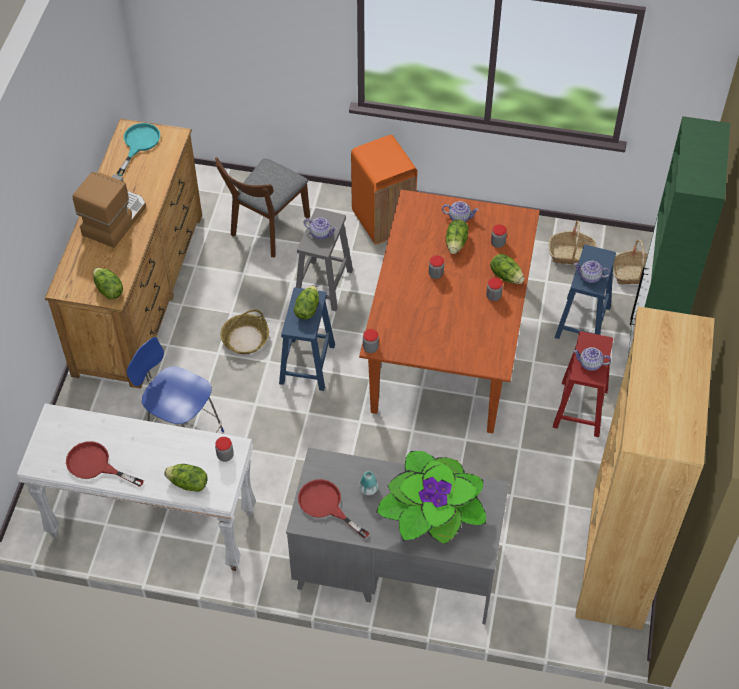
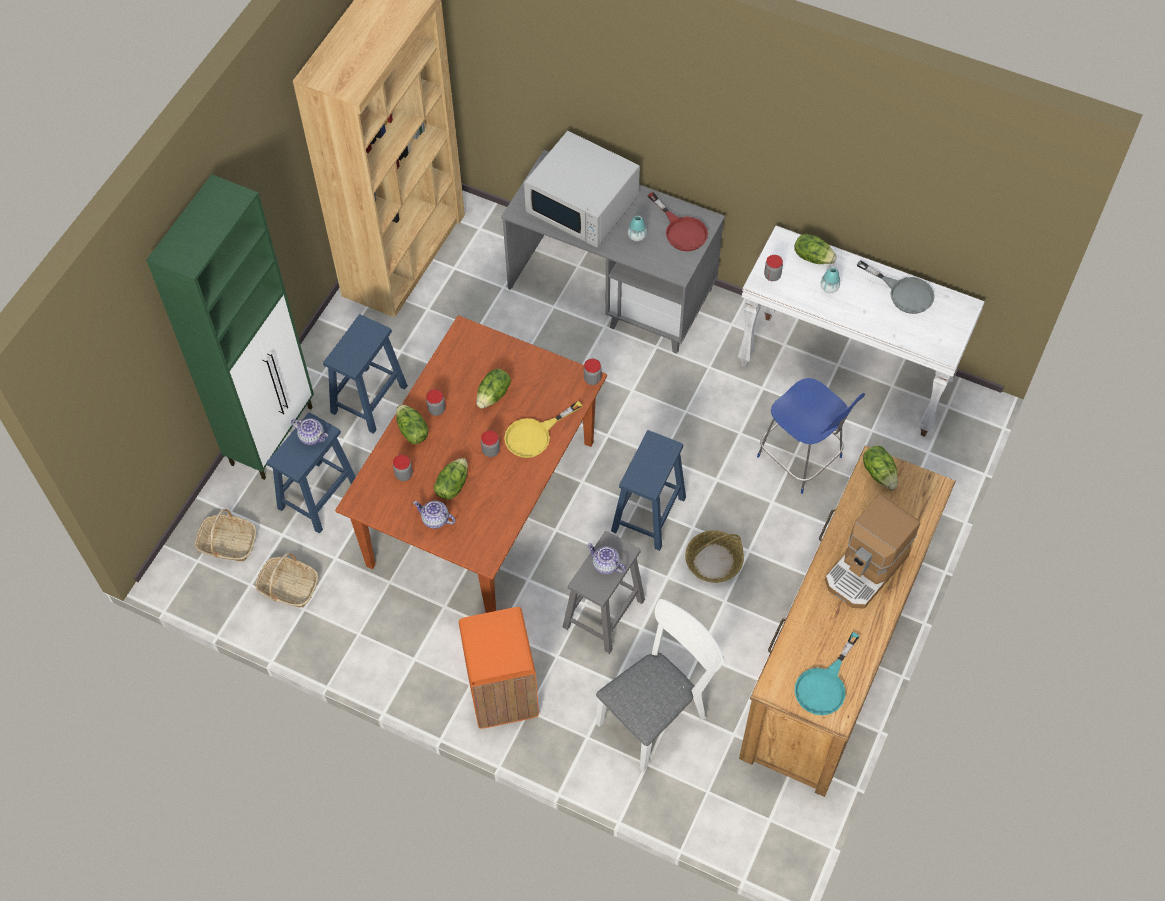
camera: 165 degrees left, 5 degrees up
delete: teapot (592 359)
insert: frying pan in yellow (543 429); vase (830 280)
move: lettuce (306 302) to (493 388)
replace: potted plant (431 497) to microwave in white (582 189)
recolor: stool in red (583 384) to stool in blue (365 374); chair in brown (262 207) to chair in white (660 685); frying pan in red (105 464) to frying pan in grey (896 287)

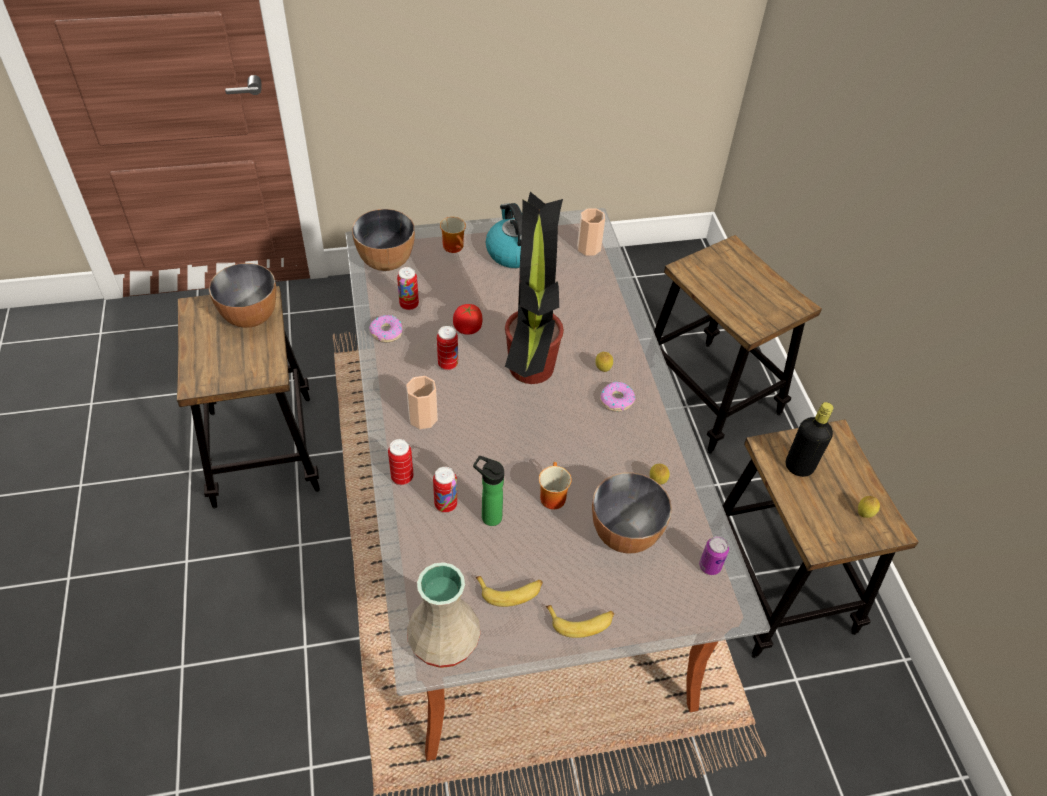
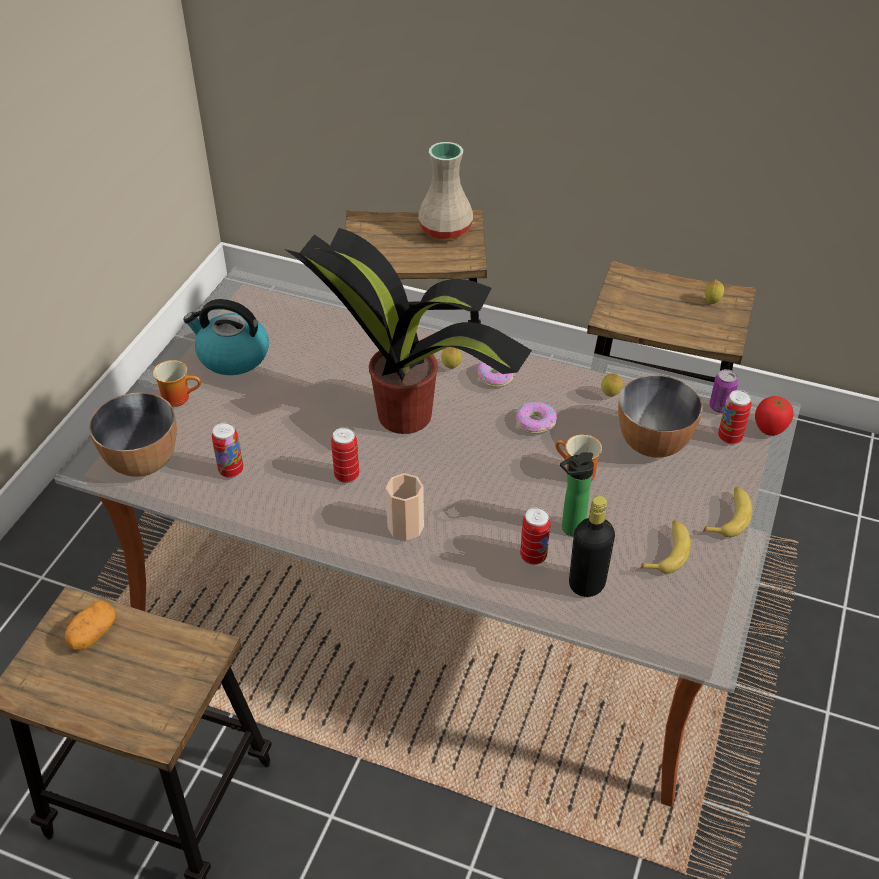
camera: 55 degrees left, 5 degrees down
delete: cup (591 231)
move: vase in beige (444 615) to (445 191); donut (386 328) to (536 417); bottle in black (809 439) to (592 546); can (401 462) to (735 417); tomato (468 319) to (774 416)
replace: bowl (243 295) to potato (89 625)

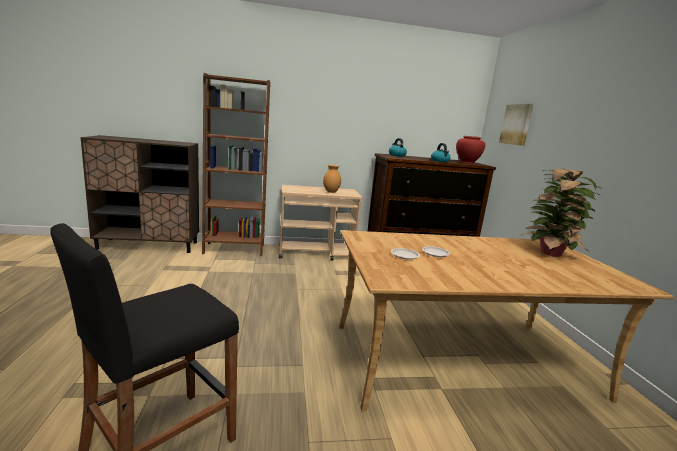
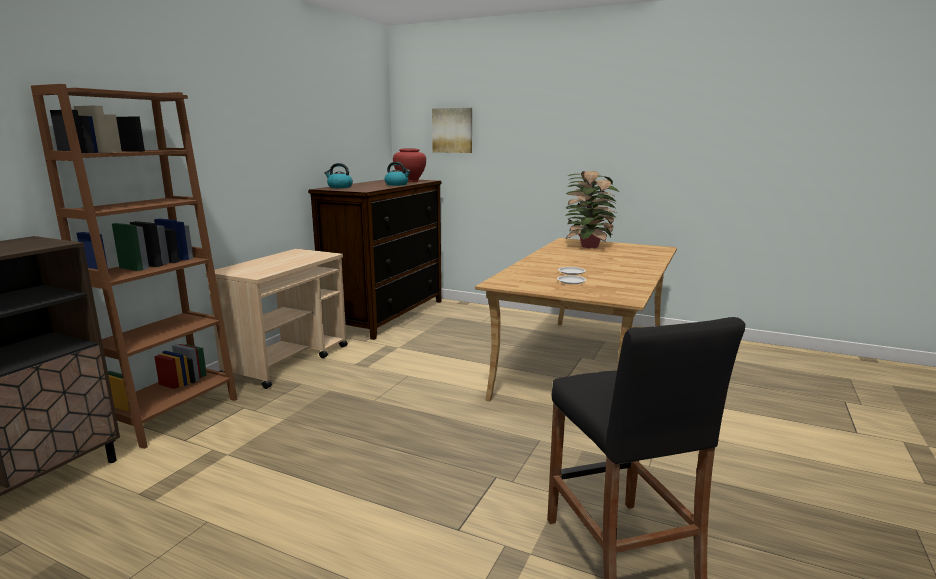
camera: 55 degrees left, 0 degrees up
delete: vase in brown (332 179)

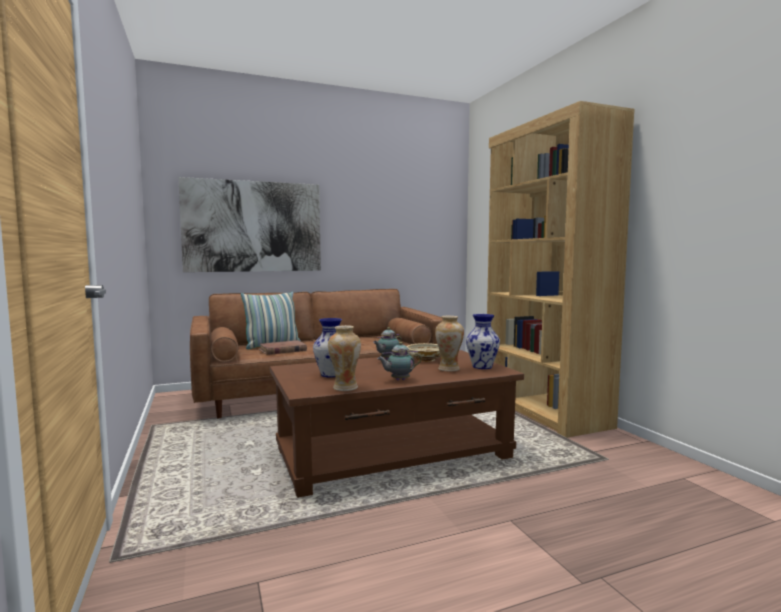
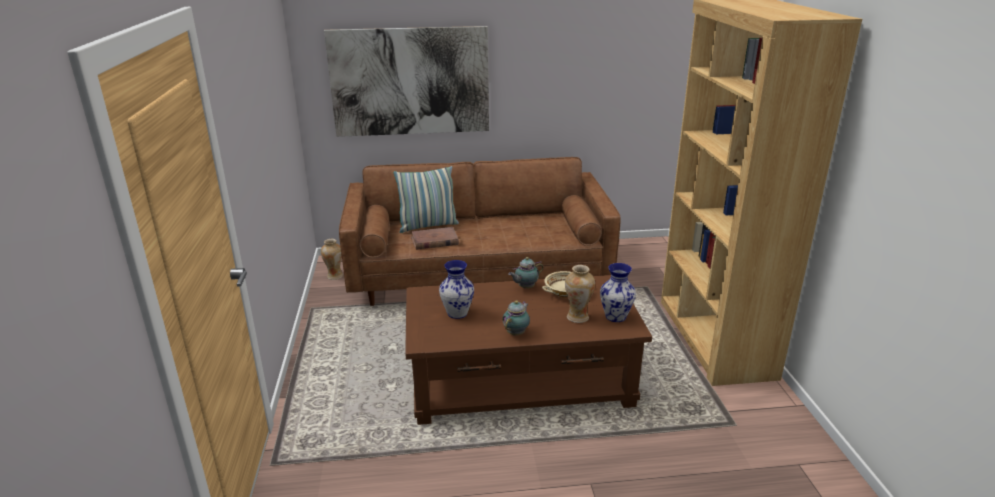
camera: 15 degrees right, 20 degrees up
move: vase (344 358) to (332 259)
rotate: teapot (399 361) = (516 318) 120 degrees clockwise

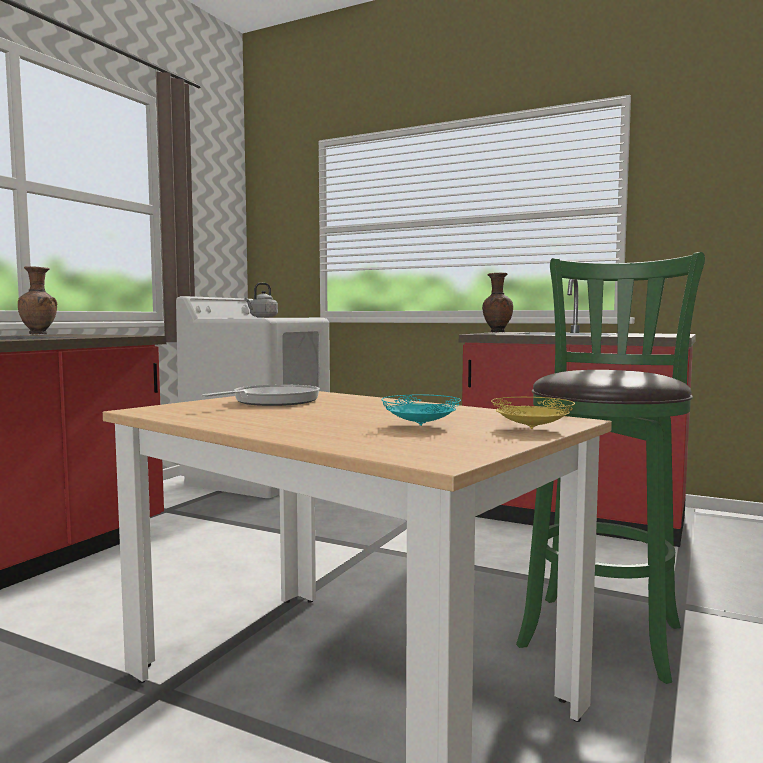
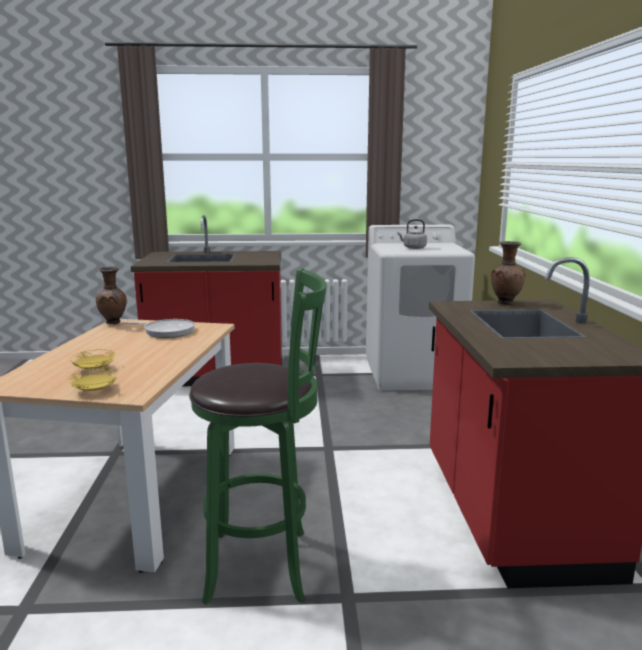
camera: 60 degrees right, 10 degrees up
move: vase in brown (37 300) to (111 296)
recolor: plate in turquoise (421 410) to plate in yellow (93 360)

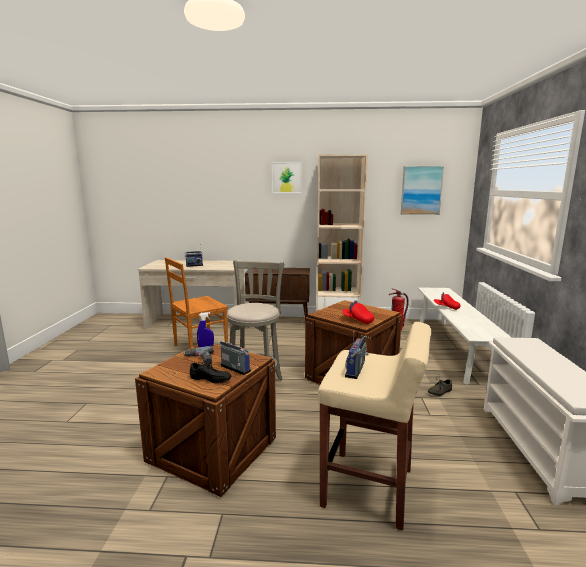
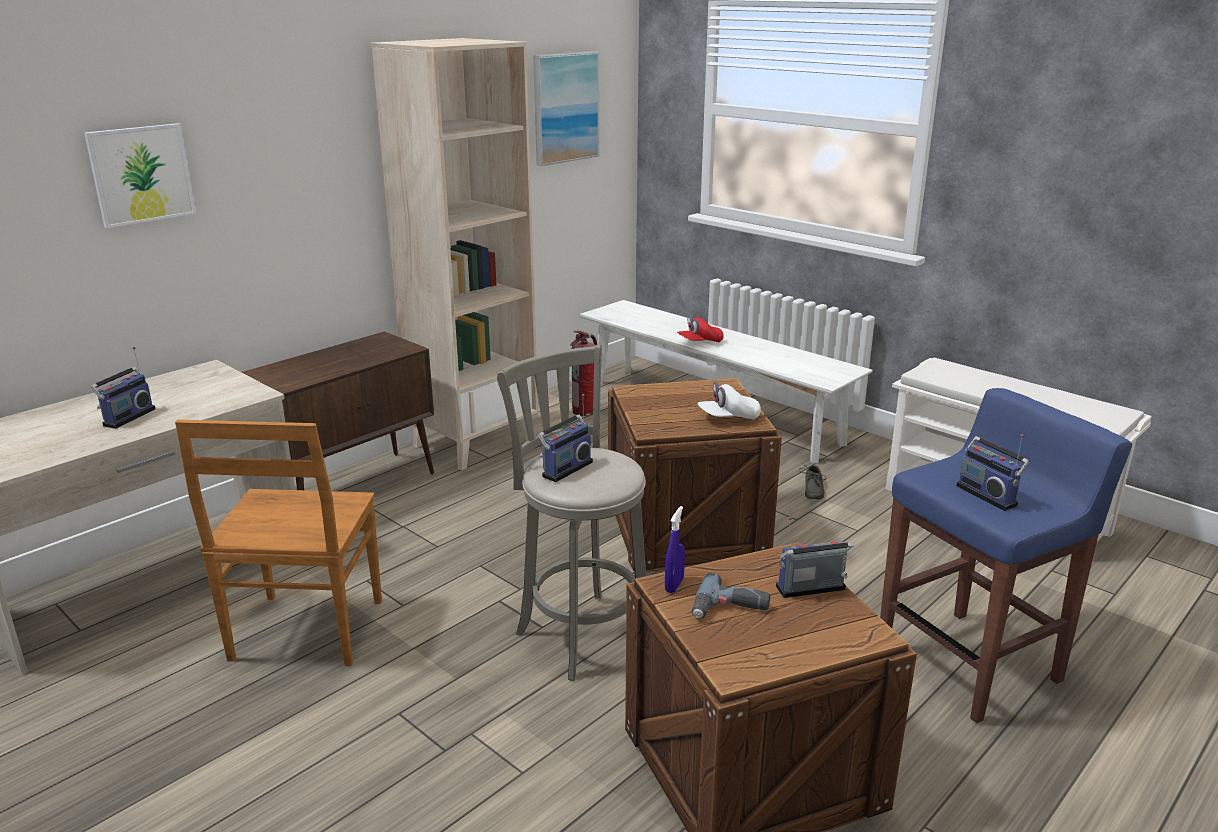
camera: 50 degrees left, 10 degrees up
delete: shoe in black (210 373)
insert: radio (565 438)
move: picture (287 177) to (140 175)
recolor: cap in red (358 312) to cap in white (729 400); stool in beige (374 426) to stool in blue (1006 555)

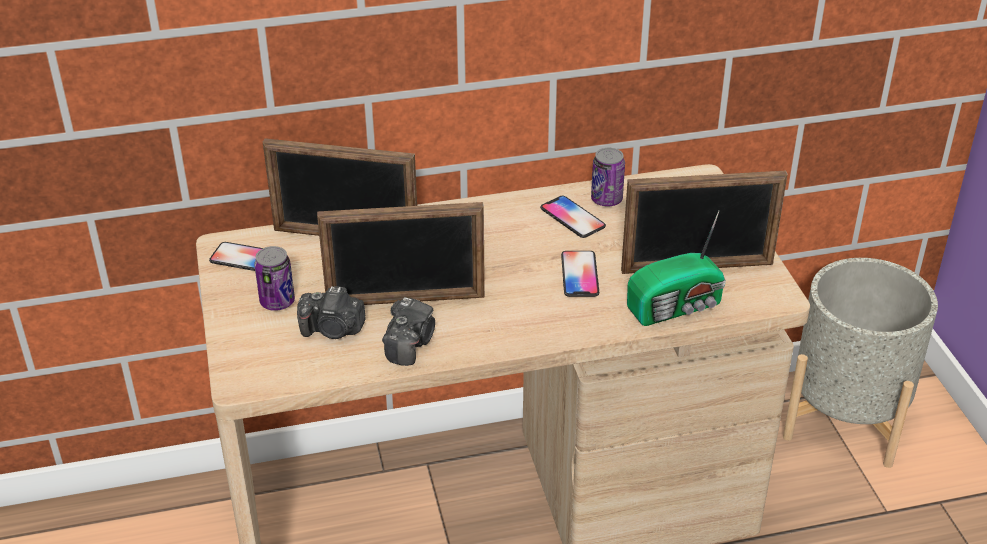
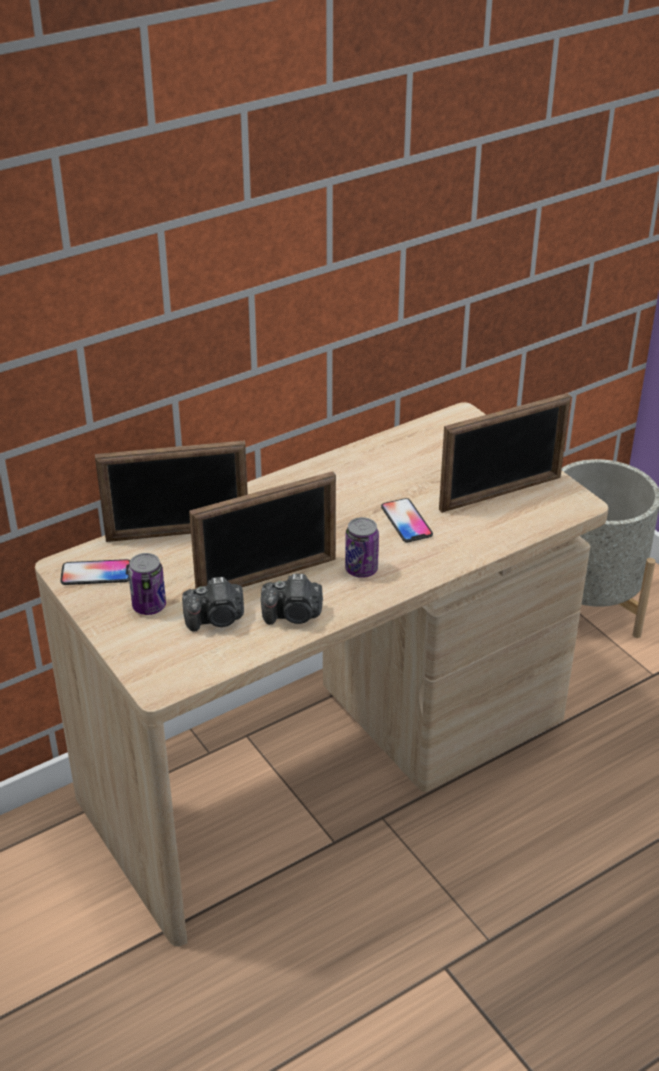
camera: 20 degrees left, 0 degrees up
delete: phone (573 217); radio (676 268)
move: can (608 177) to (362 547)
rotate: photo camera (408 331) = (292 599) 90 degrees clockwise

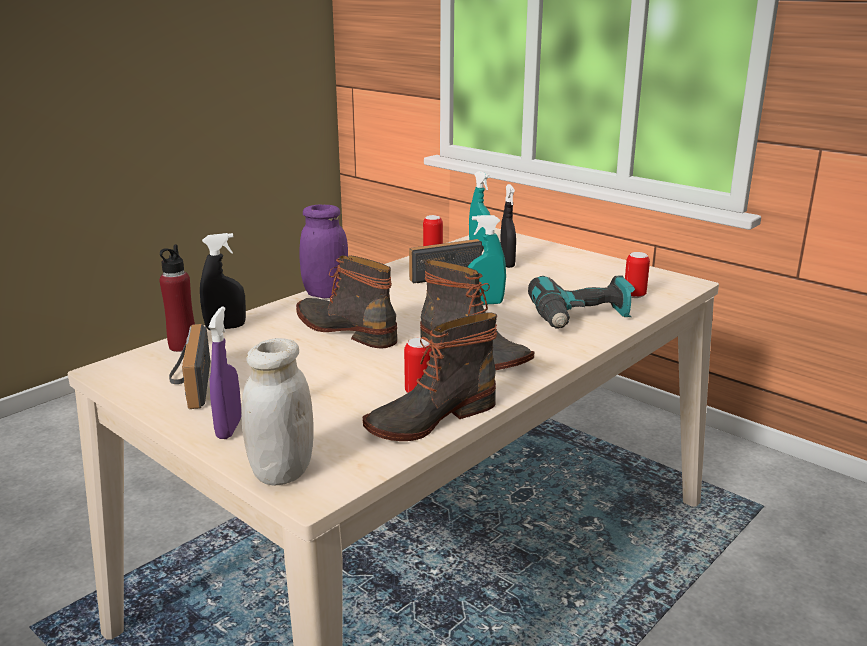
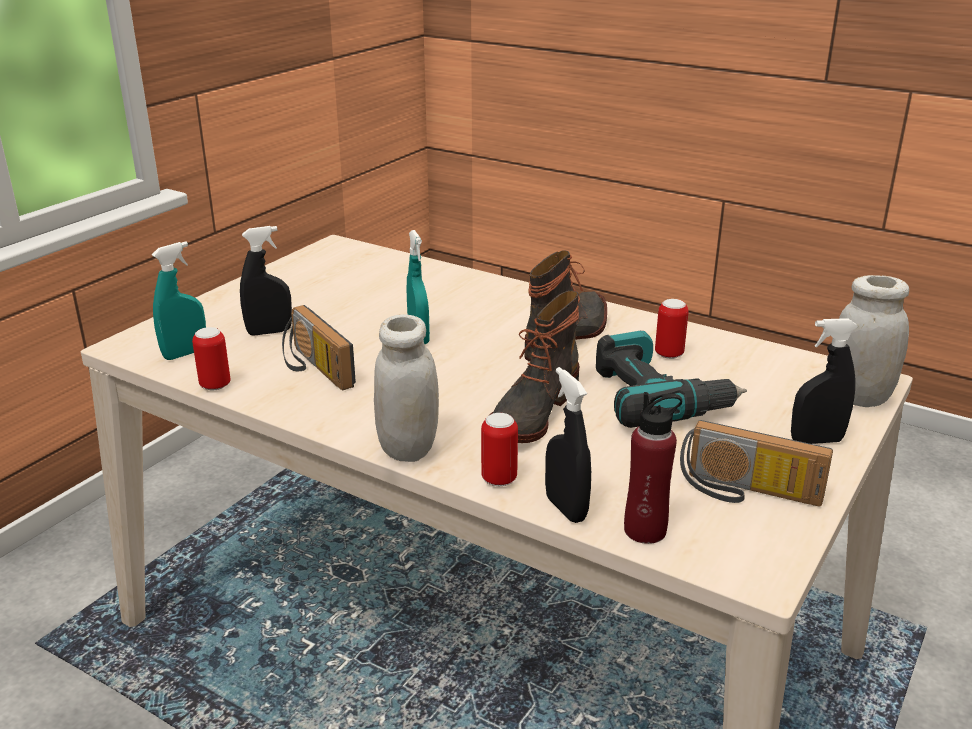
camera: 100 degrees left, 5 degrees up
delete: boot (430 376)
move: can (637 275) to (499 449); power drill (581 302) to (671 379)
recolor: jar in purple (323 251) to jar in white (406 388); spray bottle in purple (224 372) to spray bottle in black (824 381)
rotate: radio (190 366) = (756 463) 45 degrees clockwise

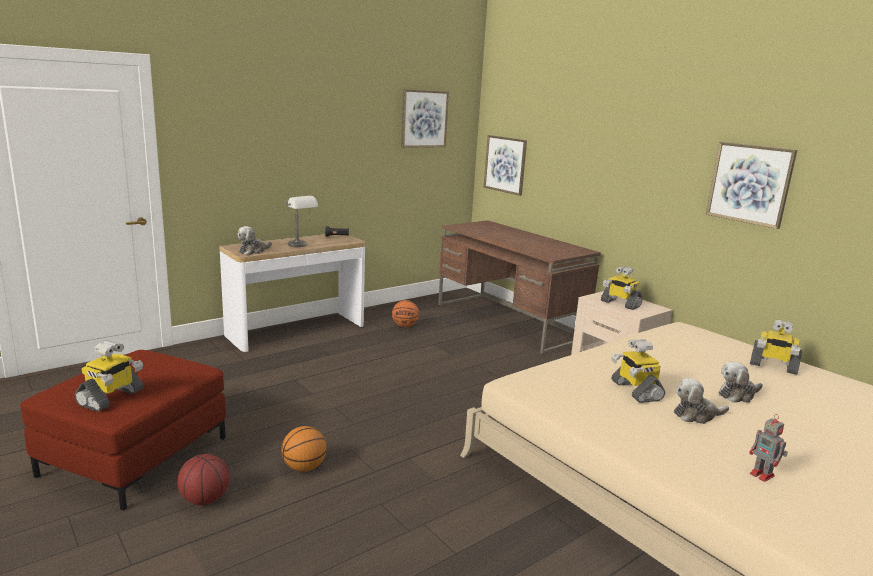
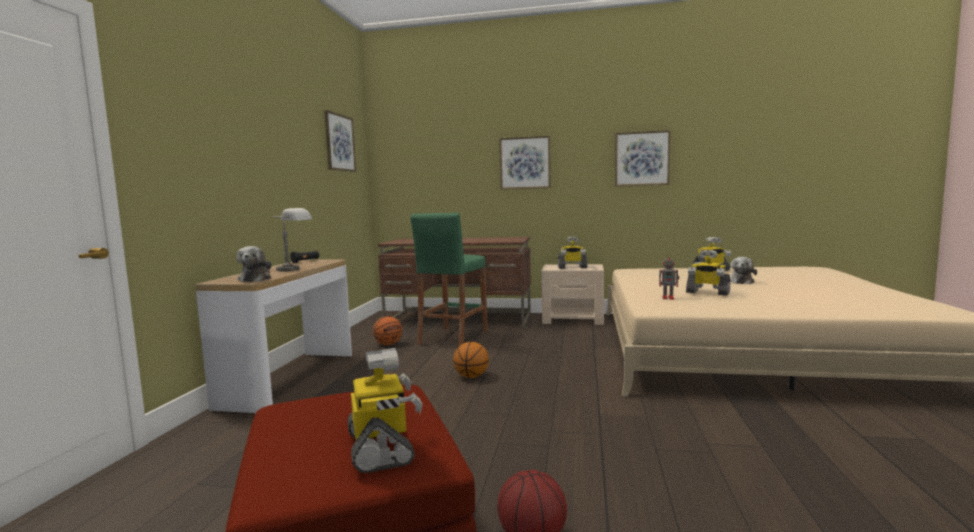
camera: 40 degrees left, 10 degrees down
delete: plush toy (701 401)
insert: stool in green (449 280)
move: basketball (304 449) to (471 360); picture (505 165) to (525 162); toy robot (768 448) to (669 276)

